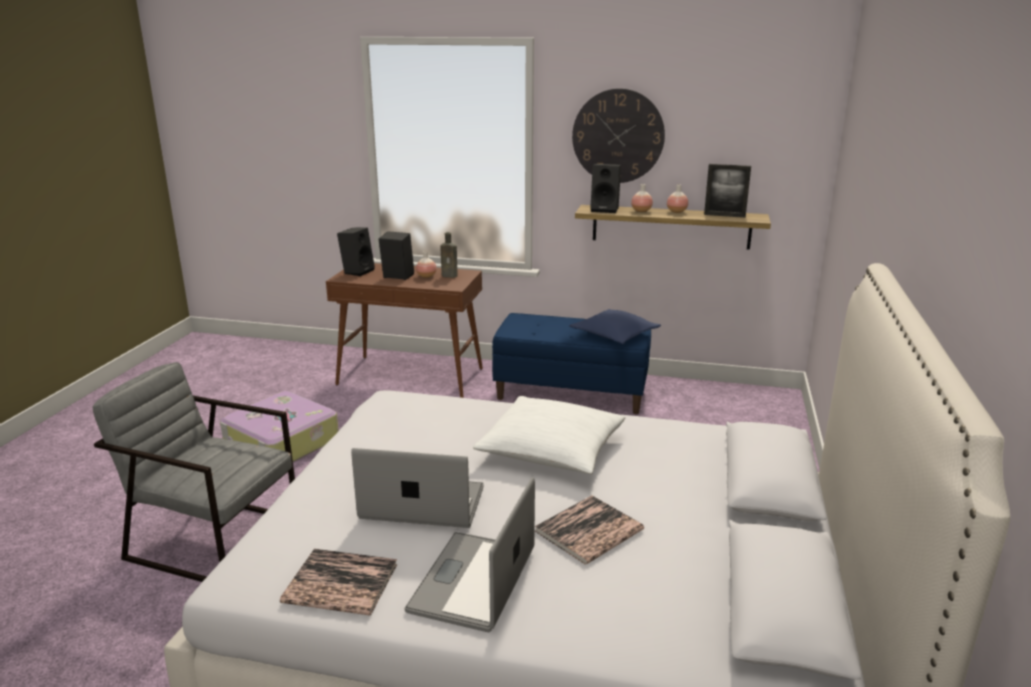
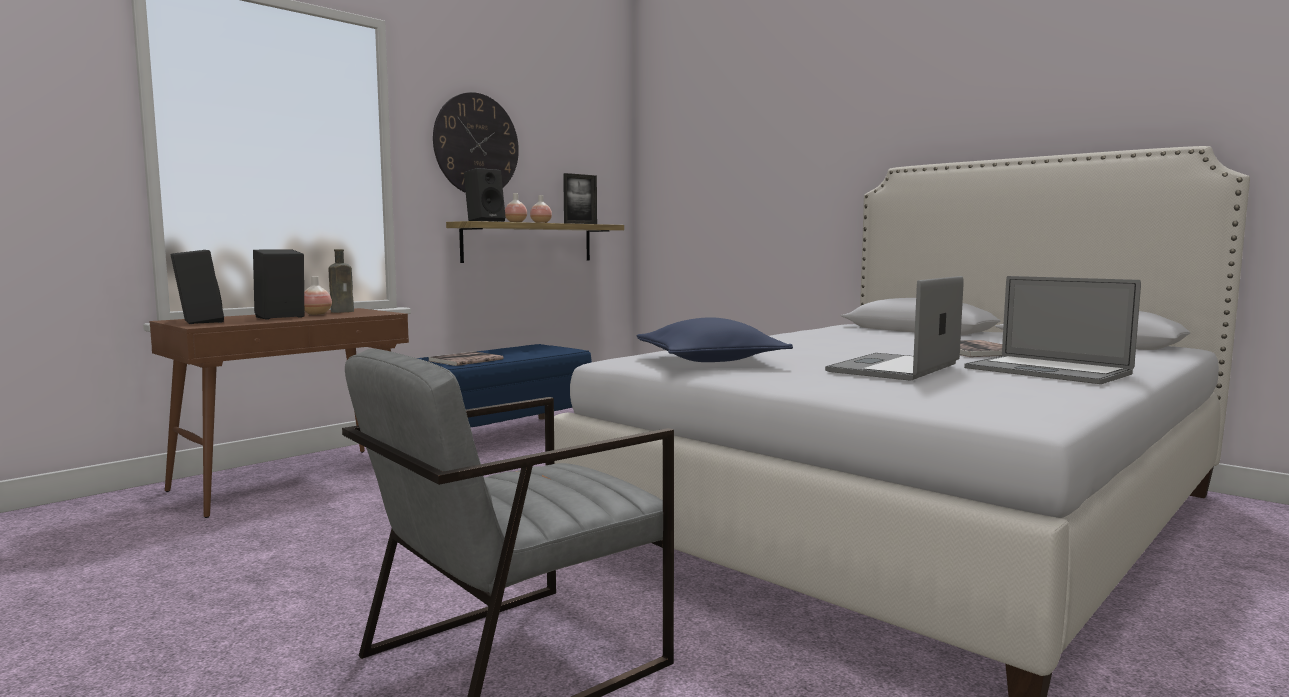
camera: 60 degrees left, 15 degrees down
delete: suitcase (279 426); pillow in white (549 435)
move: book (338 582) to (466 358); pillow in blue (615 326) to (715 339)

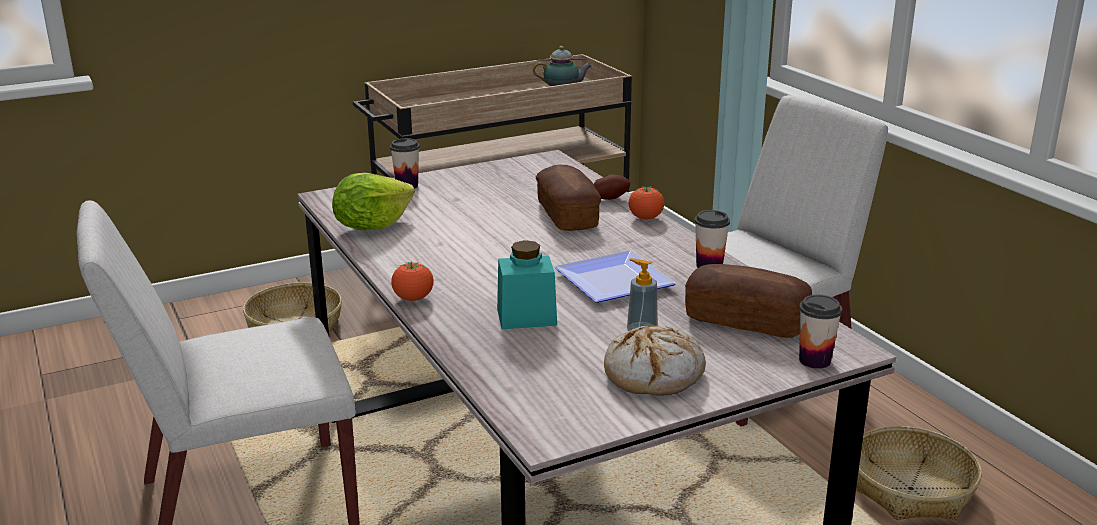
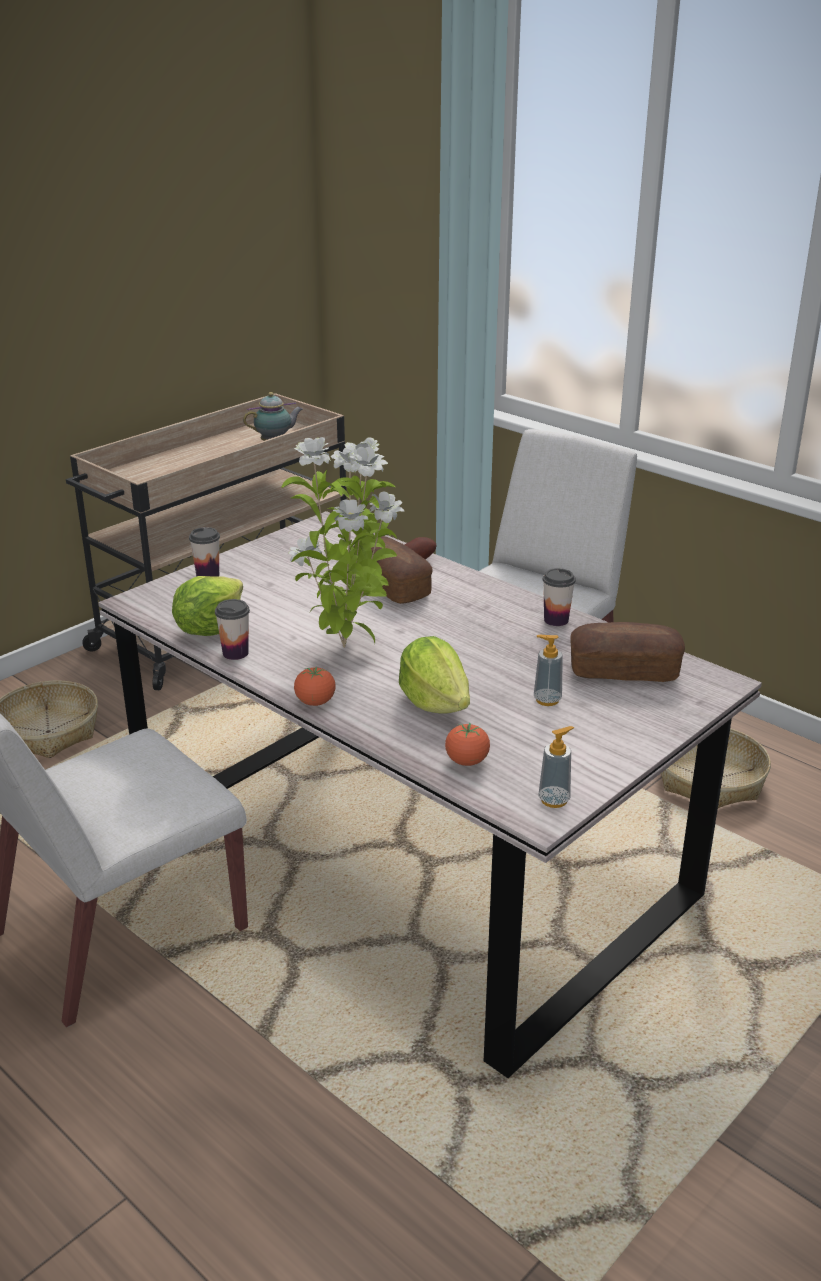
camera: 20 degrees left, 5 degrees up
delete: plate (615 277); bread (655 361)
insert: potted plant (343 542); soap dispenser (556 767)
move: cup (820 332) to (232 629); tomato (646 203) to (467 744)
replace: jar in turquoise (527 284) to lettuce (434 675)

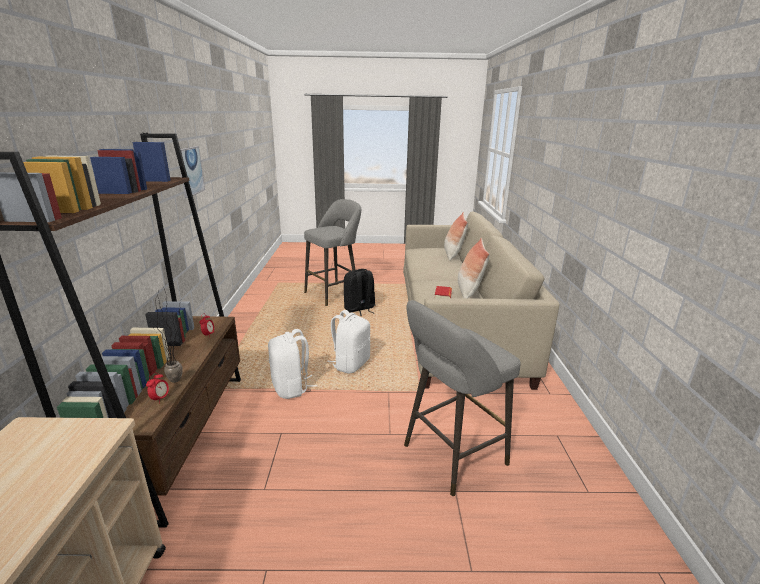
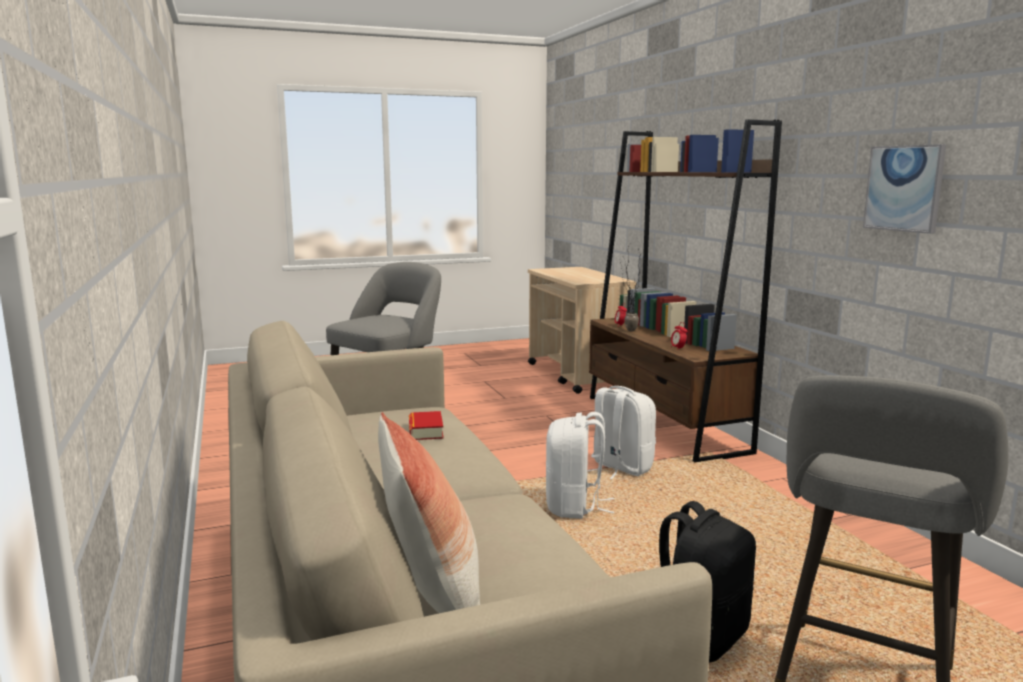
camera: 160 degrees right, 10 degrees down
delete: pillow (473 268)

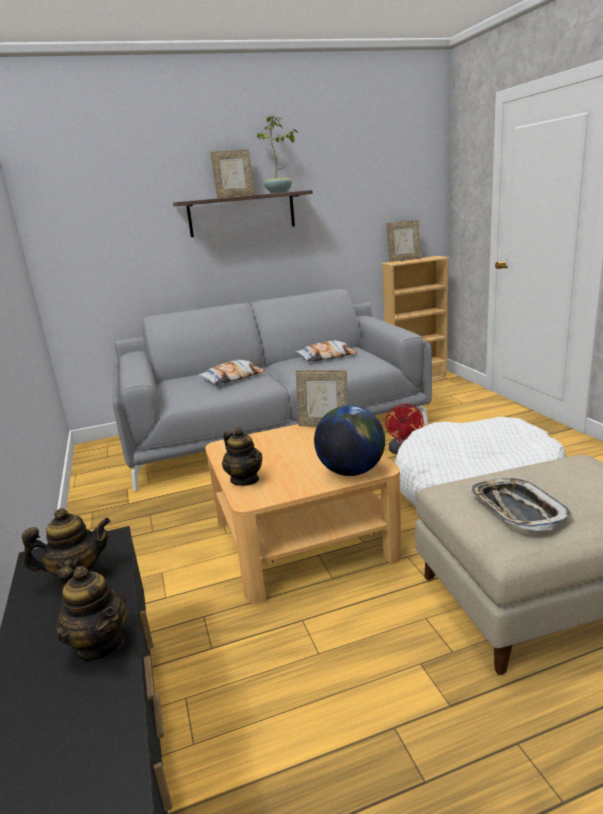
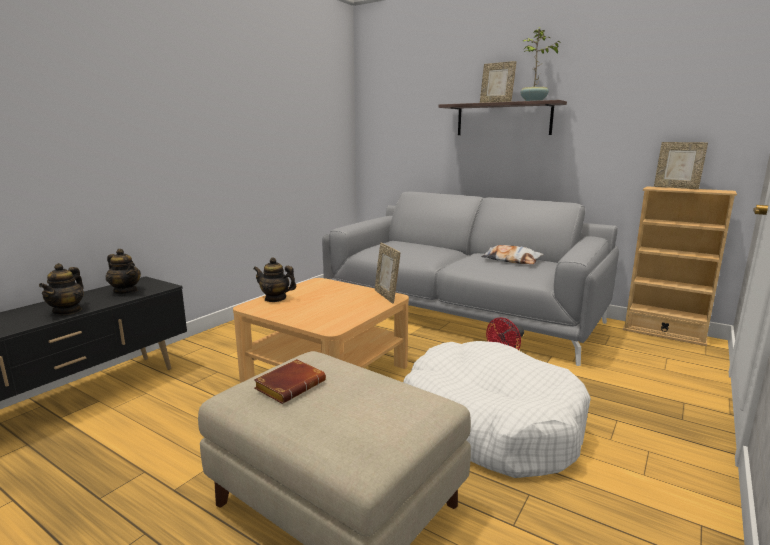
camera: 50 degrees right, 5 degrees down
delete: pillow (231 372); globe (349 440)
replace: tray (521 504) to book in brown (290 381)
rotate: teapot (242 457) = (275 279) 90 degrees clockwise

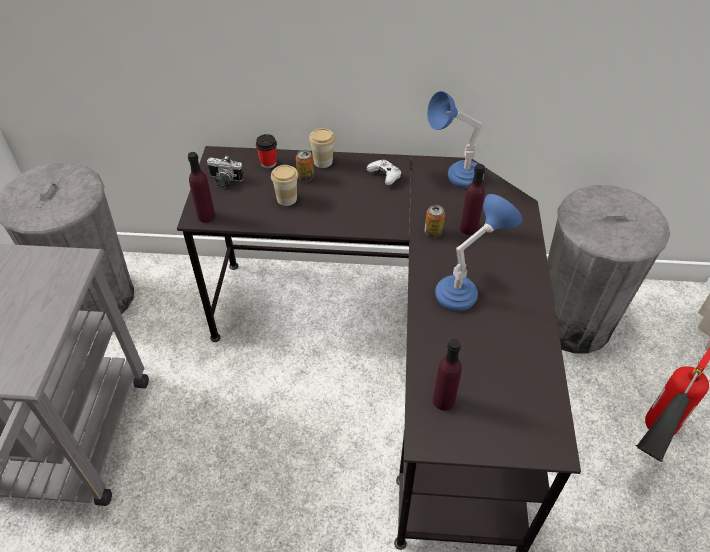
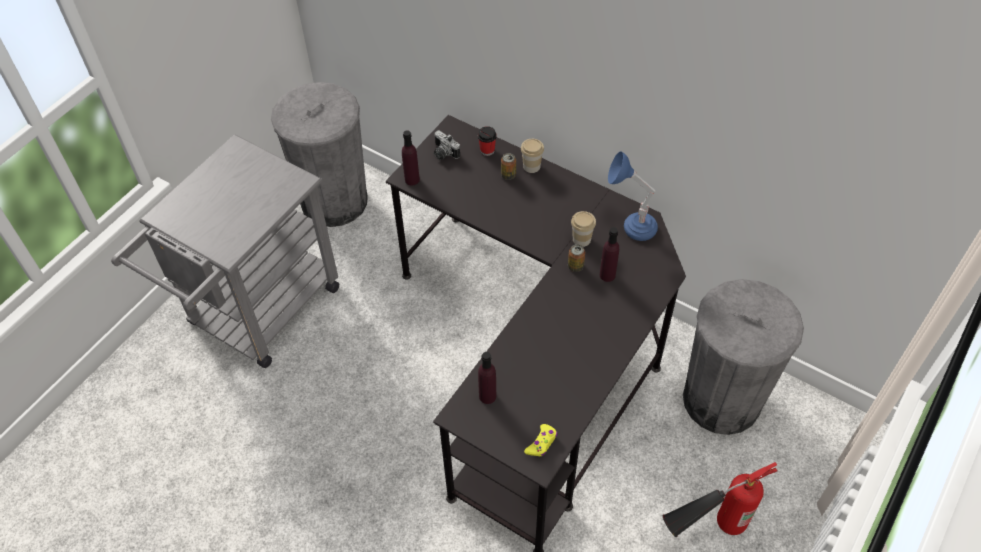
camera: 30 degrees right, 5 degrees up
delete: game controller in white (384 172); table lamp in blue (479 252)
insert: game controller in yellow (540 440)
move: cup (284 185) to (583 229)

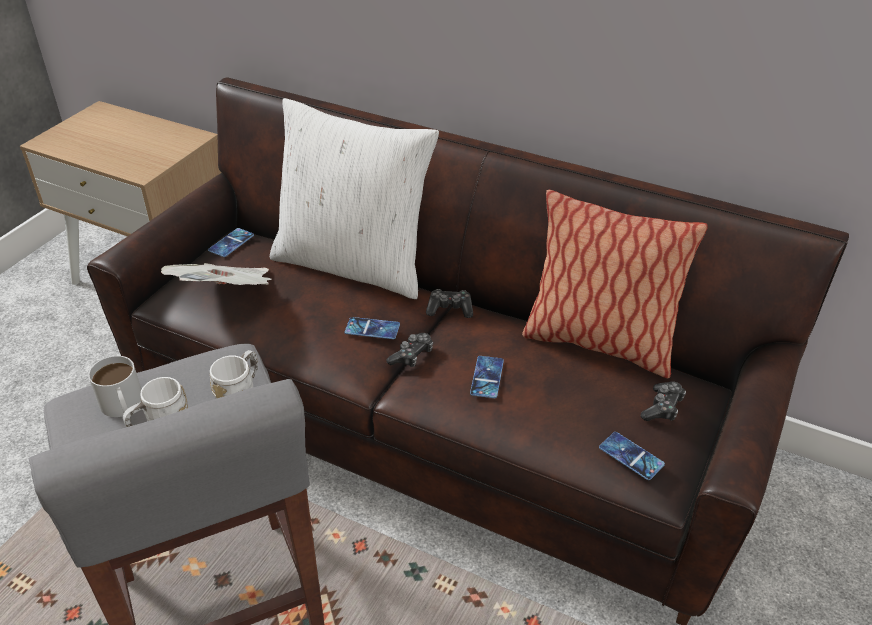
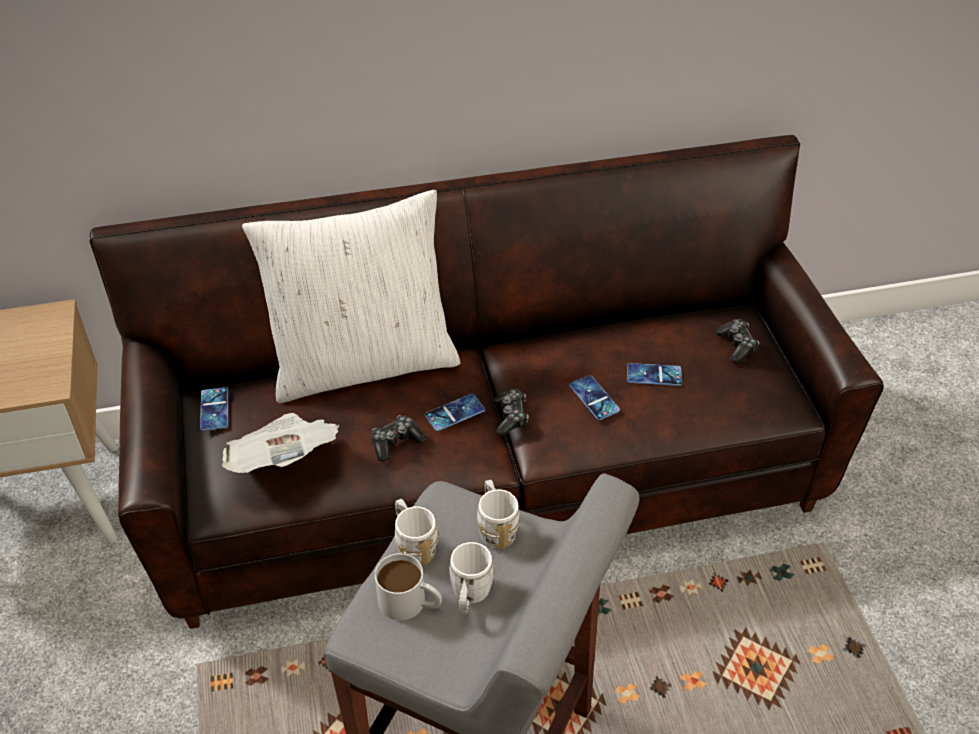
camera: 40 degrees left, 5 degrees up
delete: pillow (615 284)
insert: mug in white (417 532)
move: game controller (449 303) to (398 438); phone (632 456) to (654 374)

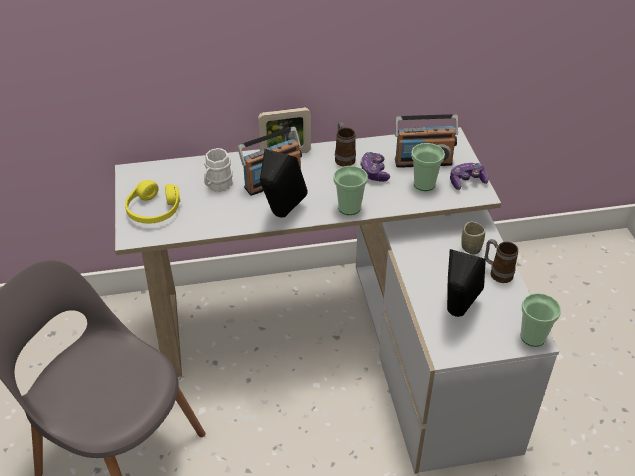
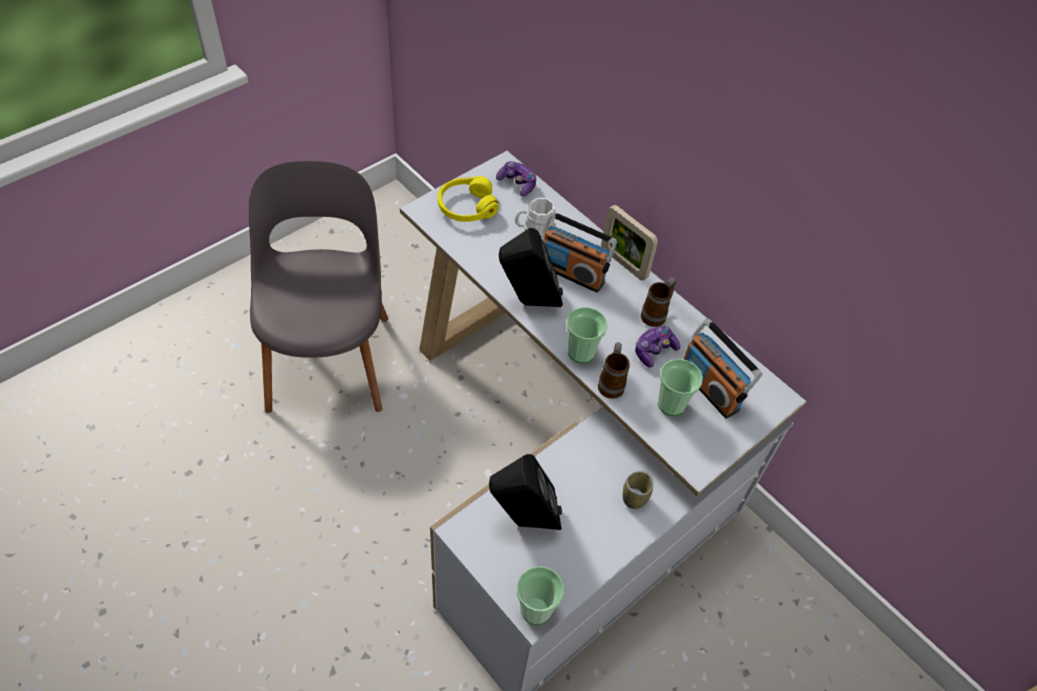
camera: 55 degrees right, 10 degrees up
move: game controller (469 176) to (516 179); mug (501 261) to (614 370)

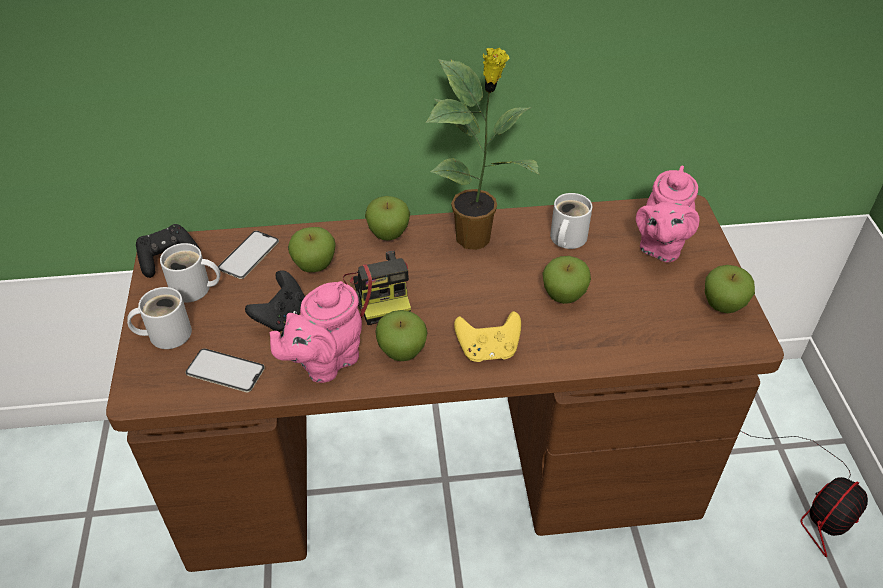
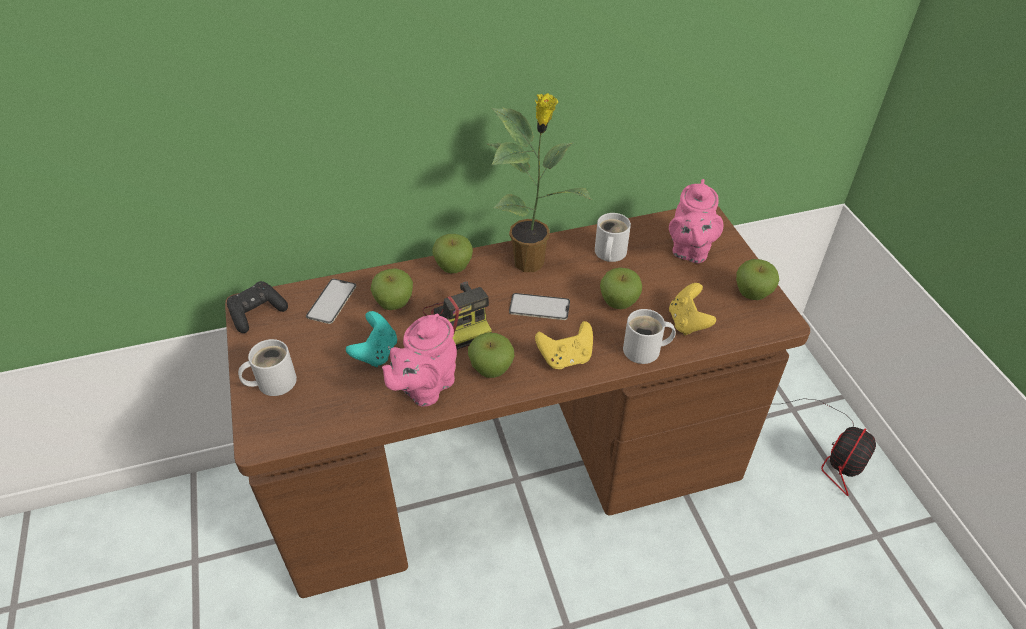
camera: 10 degrees left, 0 degrees up
insert: game controller in yellow (692 309)
move: phone (225 370) to (539 306); mug in white (190 273) to (649 336)
recolor: game controller in black (275 301) to game controller in turquoise (371 339)

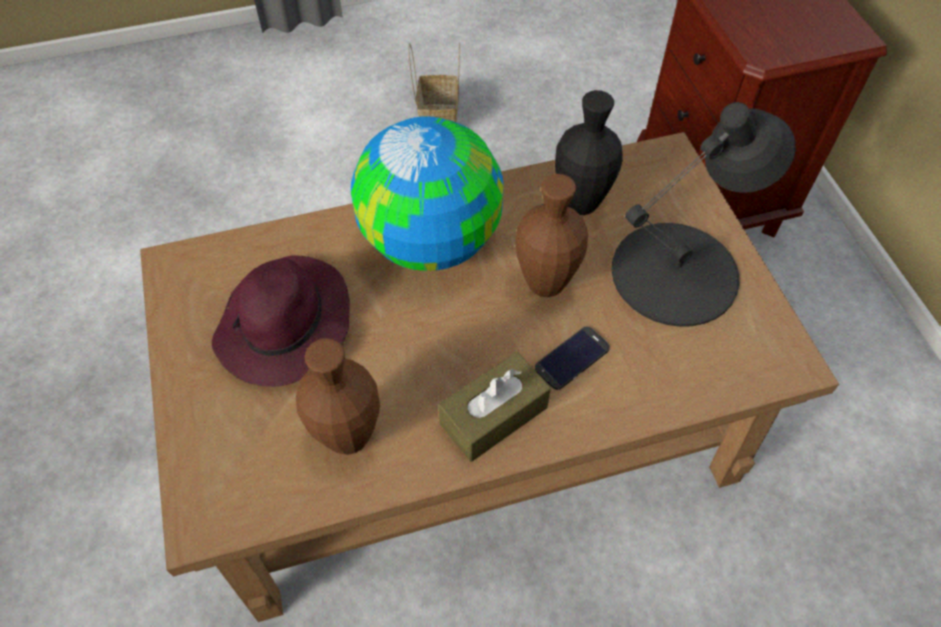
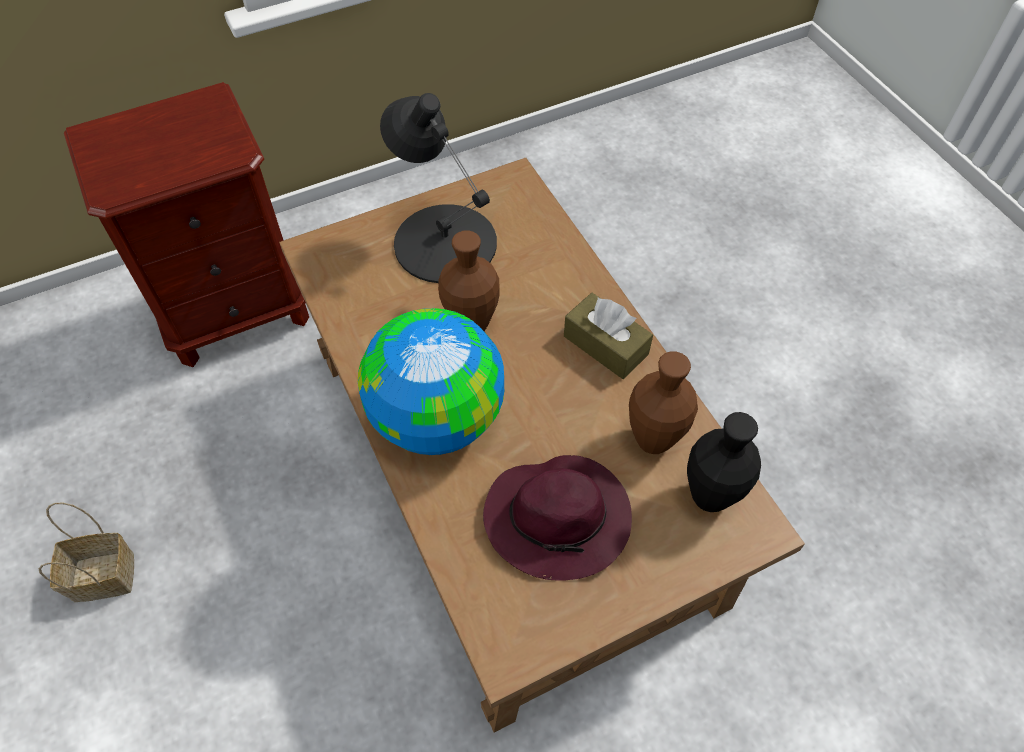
camera: 100 degrees left, 0 degrees up
delete: phone (572 358)
move: vase in black (589 152) to (724 462)

